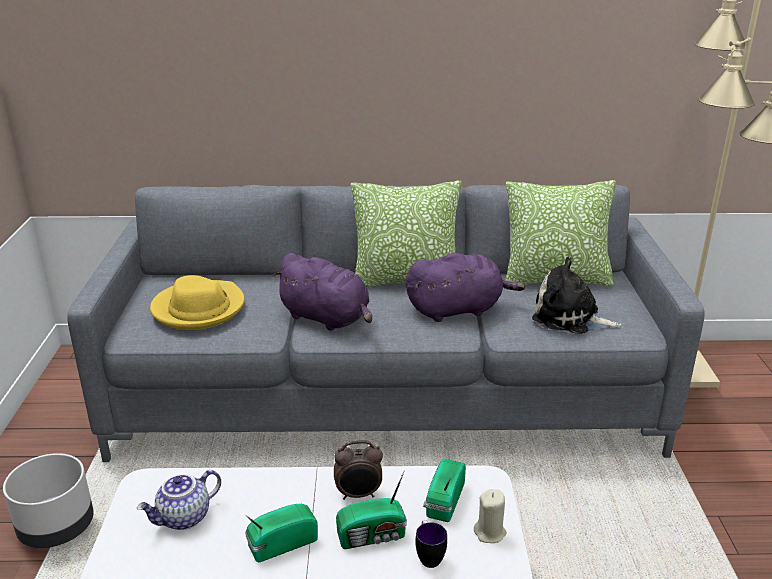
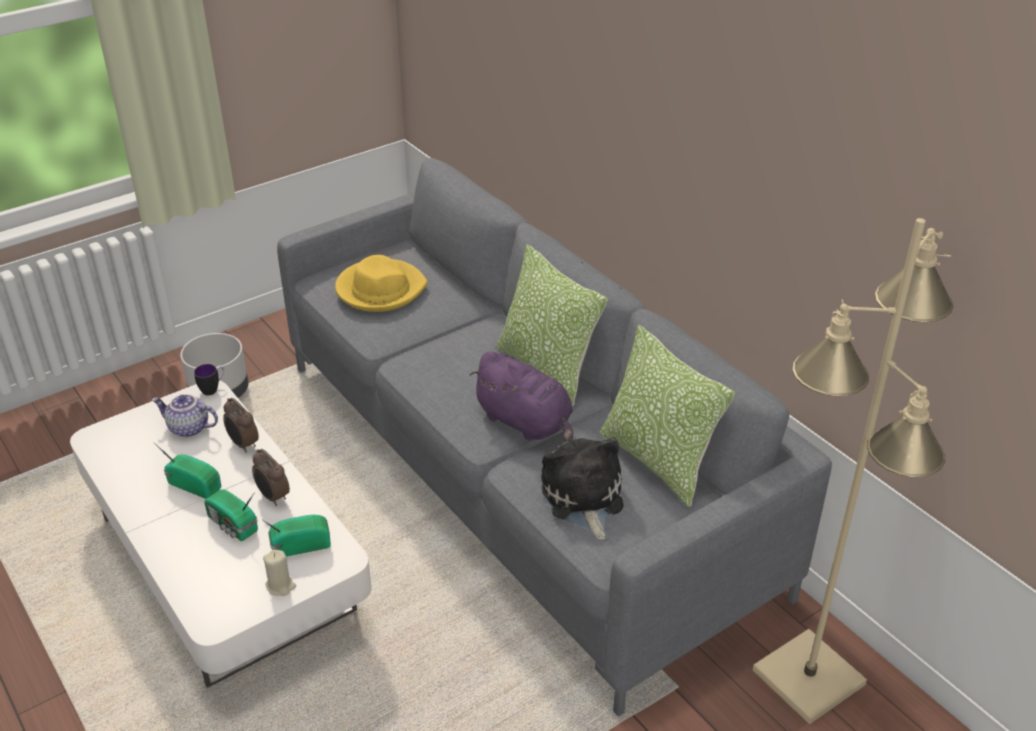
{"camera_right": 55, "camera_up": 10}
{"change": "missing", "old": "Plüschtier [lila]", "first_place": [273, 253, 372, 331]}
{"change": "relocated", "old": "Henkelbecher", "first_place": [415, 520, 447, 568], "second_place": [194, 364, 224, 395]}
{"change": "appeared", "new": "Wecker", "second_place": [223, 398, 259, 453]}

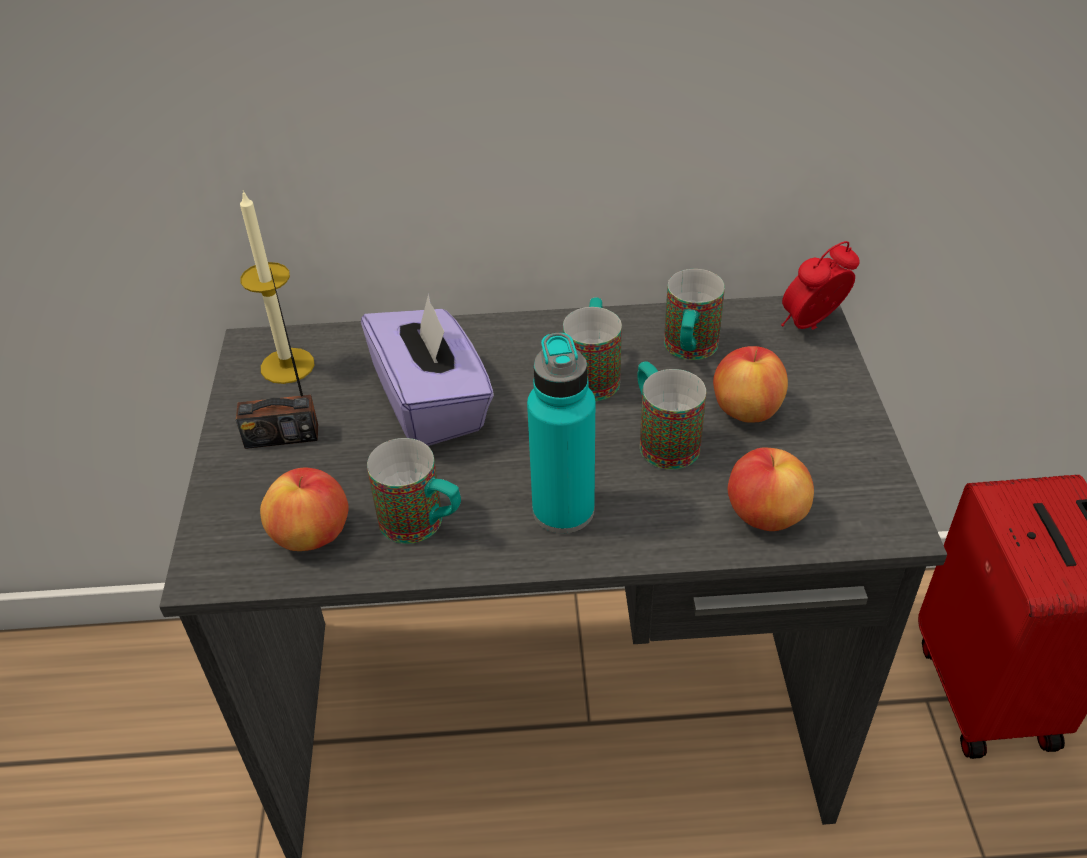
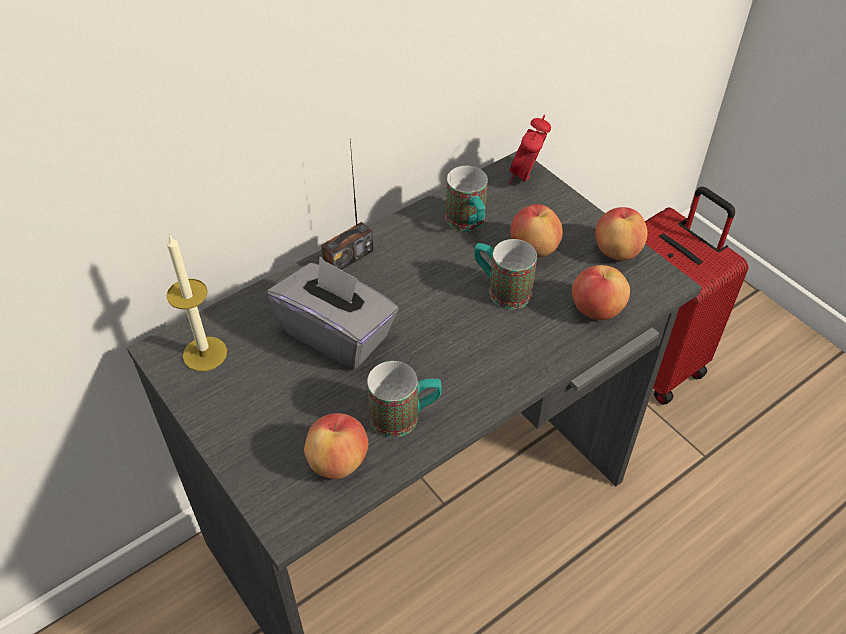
{"camera_right": -35, "camera_up": 5}
{"change": "relocated", "old": "Radio", "first_place": [236, 268, 318, 449], "second_place": [321, 140, 374, 270]}
{"change": "colour", "old": "Taschentuchbox [lila]", "new": "Taschentuchbox [grau]", "first_place": [361, 294, 494, 446], "second_place": [267, 257, 399, 369]}
{"change": "missing", "old": "Henkelbecher", "first_place": [563, 298, 622, 401]}
{"change": "missing", "old": "Flasche [türkis]", "first_place": [527, 333, 595, 534]}
{"change": "appeared", "new": "Apfel", "second_place": [595, 207, 648, 260]}

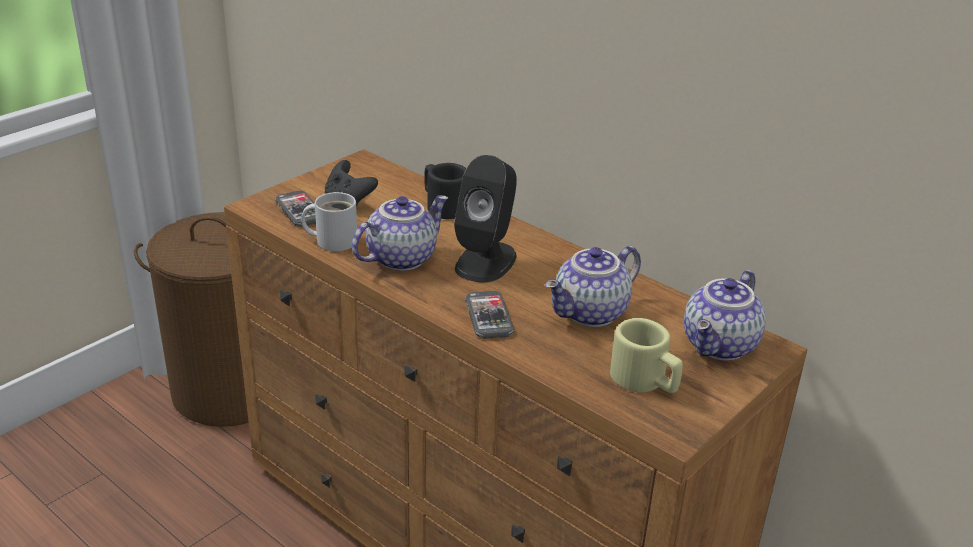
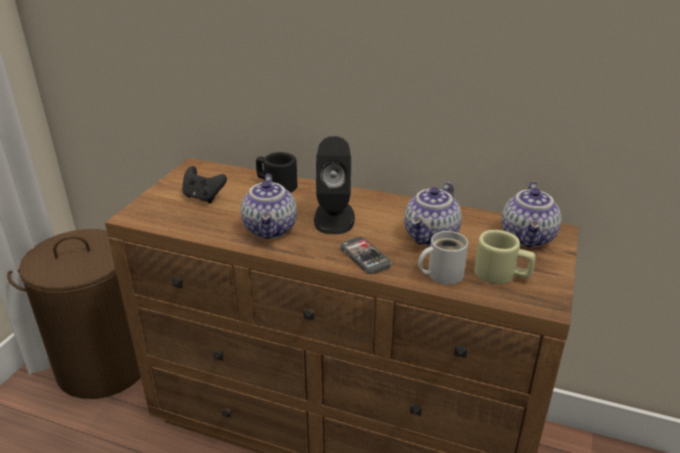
{"camera_right": -20, "camera_up": 0}
{"change": "missing", "old": "Handy", "first_place": [275, 191, 316, 227]}
{"change": "relocated", "old": "Henkelbecher [weiß]", "first_place": [301, 192, 357, 251], "second_place": [418, 231, 468, 285]}
{"change": "spun", "old": "Teekanne", "first_place": [352, 195, 448, 271], "second_place": [241, 174, 297, 239], "degrees": 150}

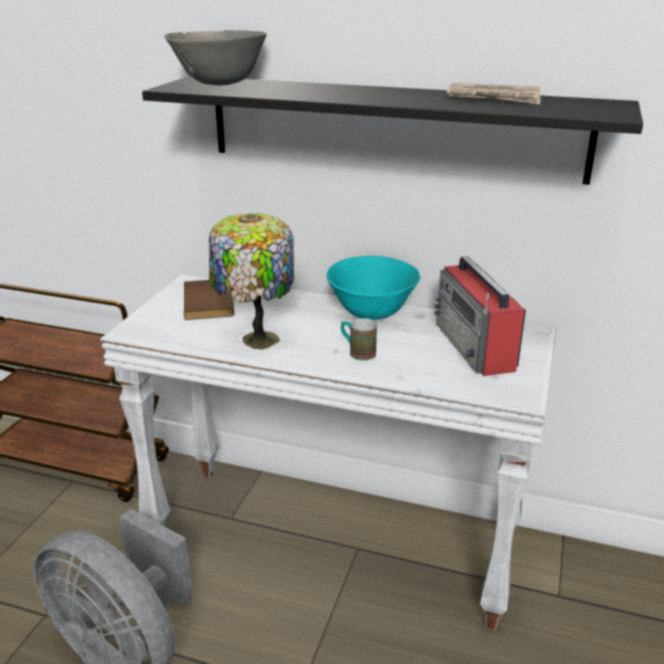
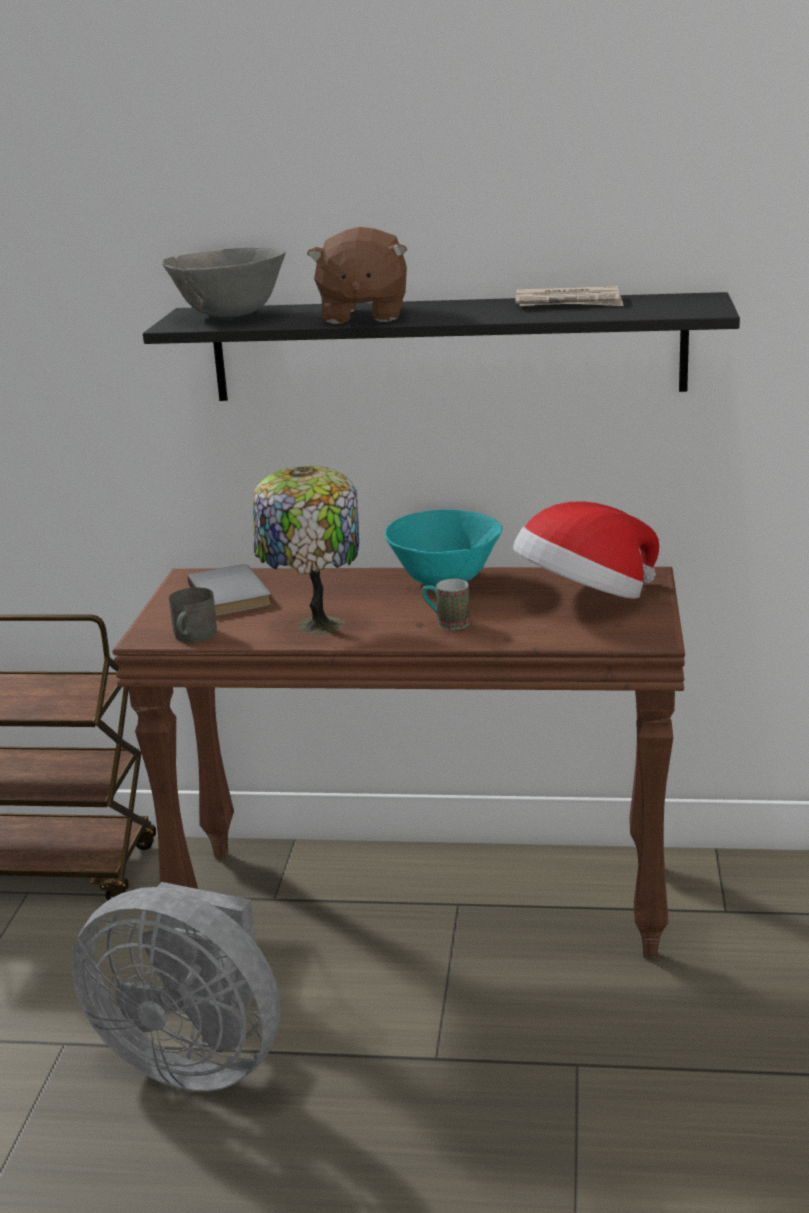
{"camera_right": -10, "camera_up": -5}
{"change": "exchanged", "old": "Radio", "new": "Hut", "first_place": [435, 256, 526, 376], "second_place": [513, 501, 659, 599]}
{"change": "colour", "old": "Konsolentisch [weiß]", "new": "Konsolentisch [braun]", "first_place": [100, 274, 557, 631], "second_place": [113, 567, 685, 959]}
{"change": "colour", "old": "Buch [braun]", "new": "Buch [grau]", "first_place": [184, 280, 235, 320], "second_place": [187, 564, 272, 616]}
{"change": "appeared", "new": "Plüschtier [braun]", "second_place": [307, 227, 407, 324]}
{"change": "appeared", "new": "Henkelbecher [grau]", "second_place": [169, 587, 217, 643]}

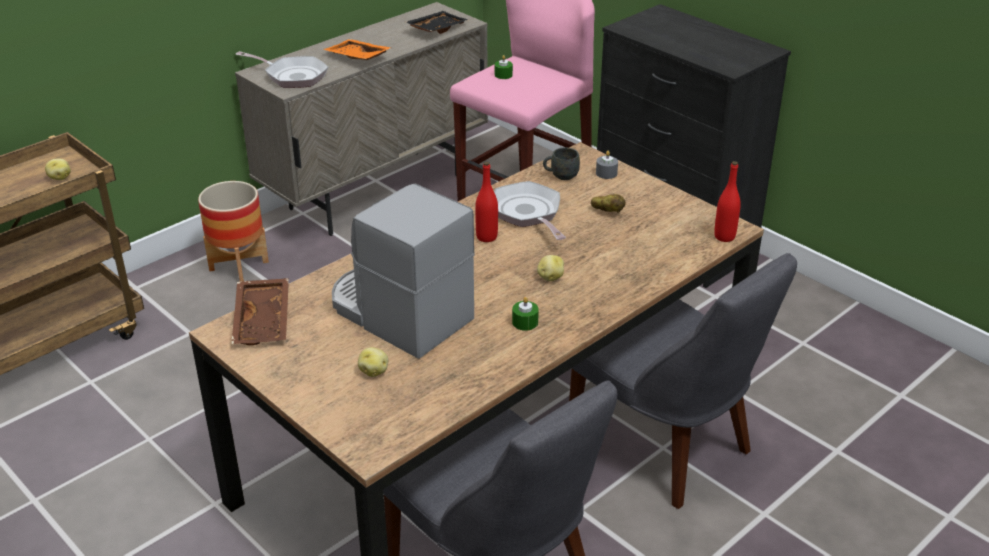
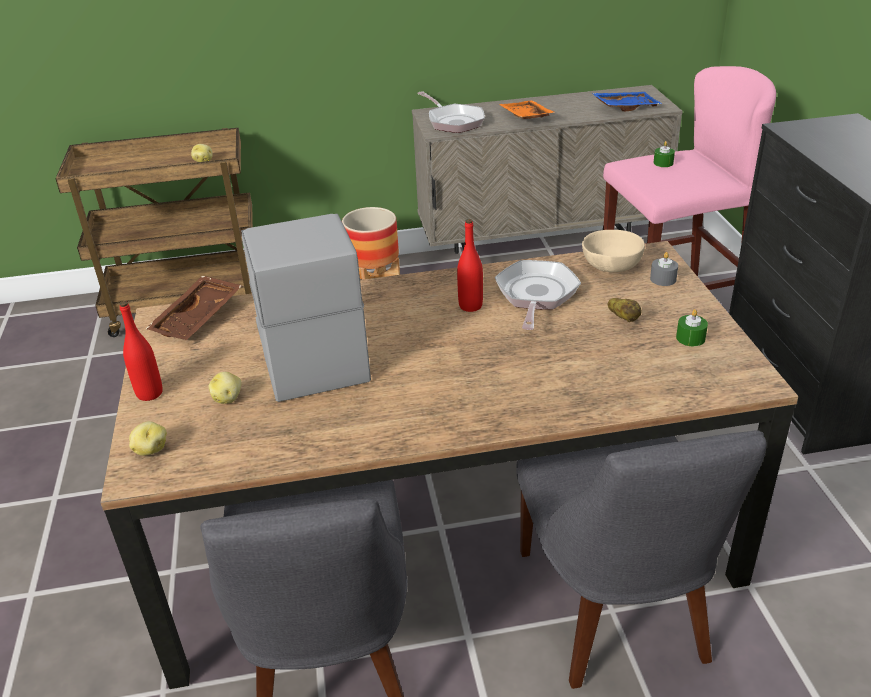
{"camera_right": 35, "camera_up": 0}
{"change": "colour", "old": "Tablett [schwarz]", "new": "Tablett [blau]", "first_place": [406, 11, 468, 34], "second_place": [592, 92, 662, 111]}
{"change": "exchanged", "old": "Henkelbecher [grau]", "new": "Schüssel [beige]", "first_place": [543, 147, 580, 180], "second_place": [582, 230, 645, 272]}
{"change": "relocated", "old": "Flasche [rot]", "first_place": [714, 161, 741, 242], "second_place": [120, 301, 163, 401]}
{"change": "relocated", "old": "Kartoffel", "first_place": [537, 255, 564, 281], "second_place": [129, 421, 167, 456]}
{"change": "relocated", "old": "Kerze [grün]", "first_place": [512, 297, 539, 331], "second_place": [676, 309, 708, 346]}

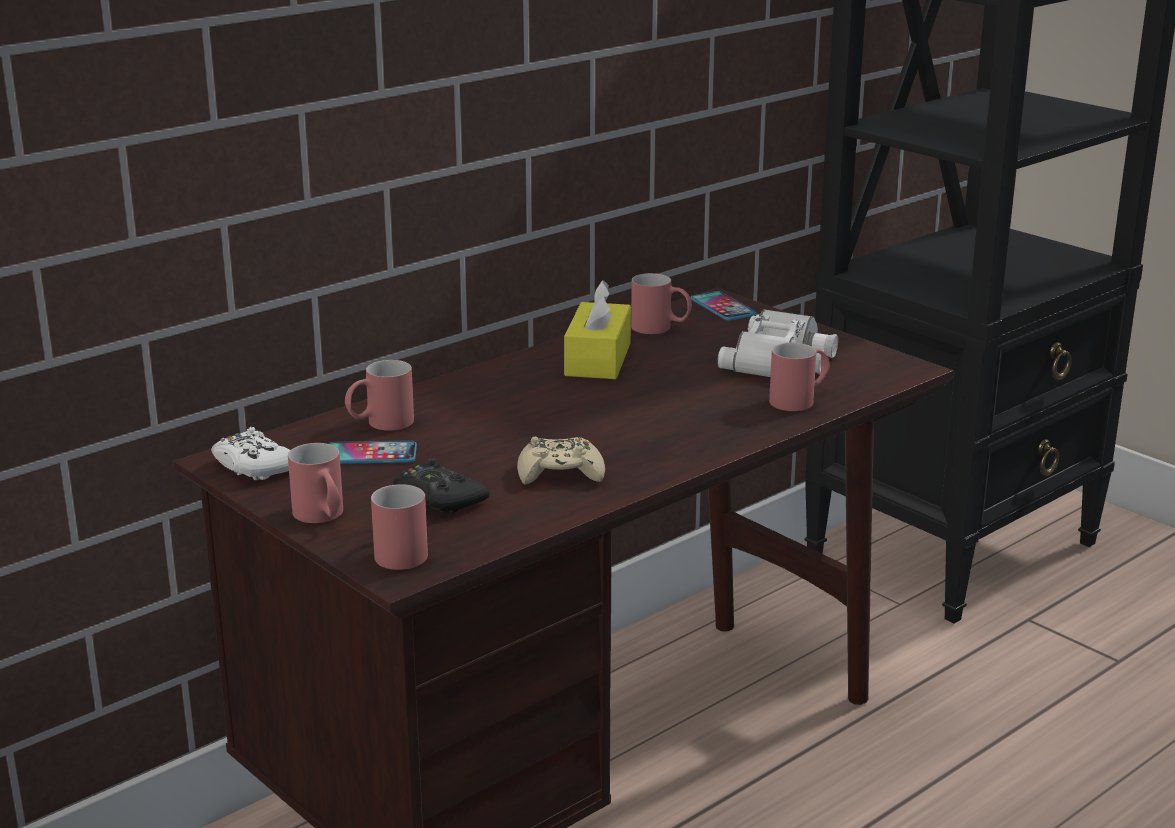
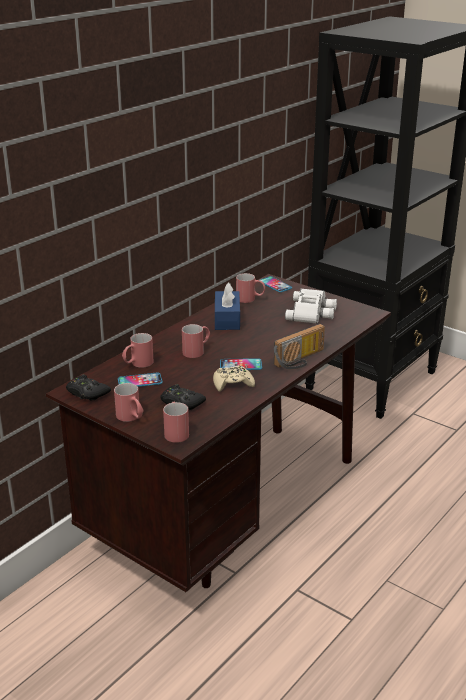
{"camera_right": -10, "camera_up": 5}
{"change": "colour", "old": "Taschentuchbox [gelb]", "new": "Taschentuchbox [blau]", "first_place": [564, 280, 631, 379], "second_place": [215, 283, 240, 330]}
{"change": "relocated", "old": "Henkelbecher [rot]", "first_place": [769, 343, 830, 411], "second_place": [182, 324, 210, 358]}
{"change": "colour", "old": "Gamepad [weiß]", "new": "Gamepad [schwarz]", "first_place": [211, 427, 290, 480], "second_place": [66, 374, 111, 401]}
{"change": "appeared", "new": "Radio", "second_place": [274, 324, 325, 369]}
{"change": "appeared", "new": "Handy", "second_place": [220, 358, 262, 370]}

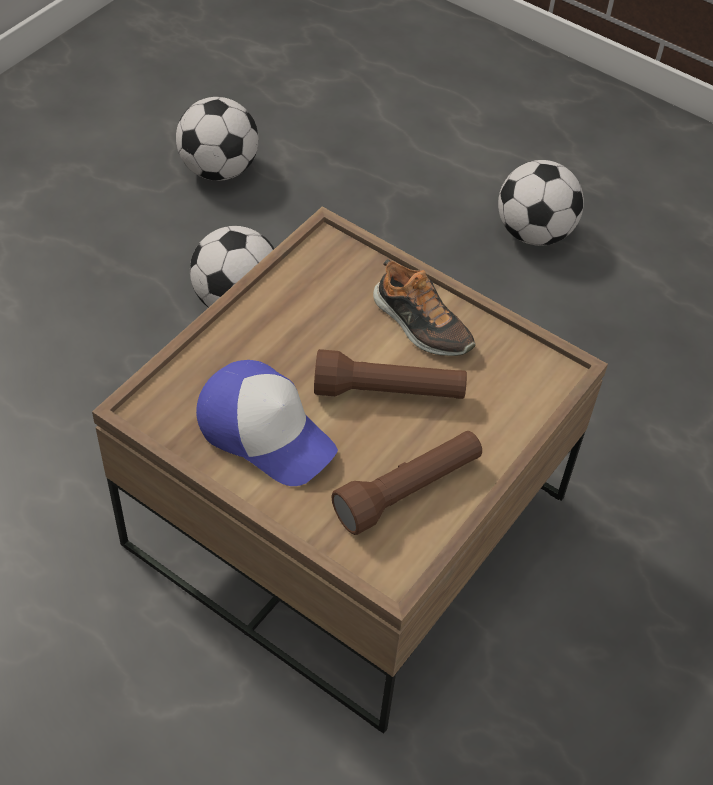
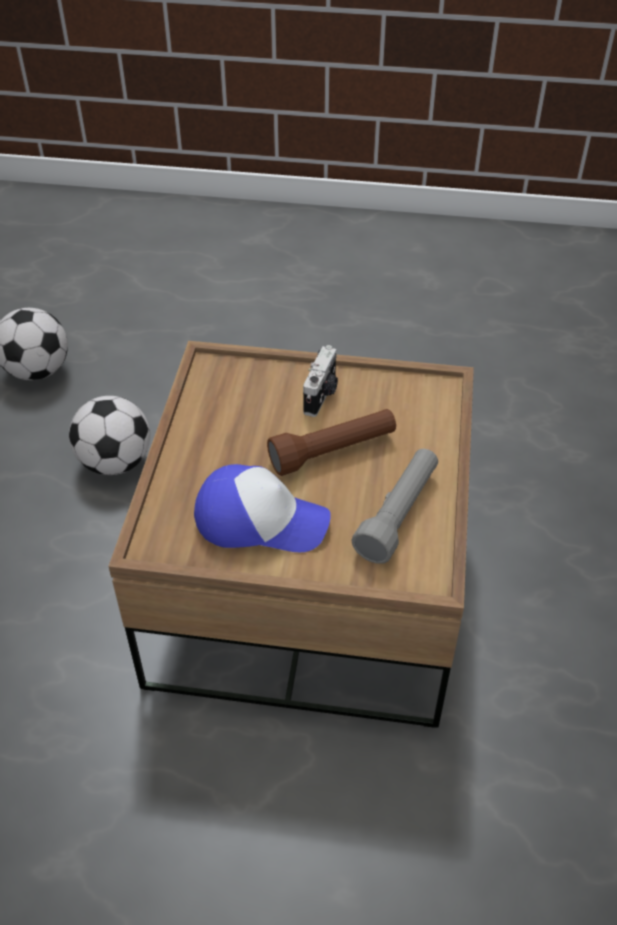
{"camera_right": -25, "camera_up": -5}
{"change": "missing", "old": "Fußball", "first_place": [498, 160, 584, 246]}
{"change": "exchanged", "old": "Schuh", "new": "Kamera", "first_place": [373, 259, 476, 356], "second_place": [303, 345, 338, 417]}
{"change": "colour", "old": "Taschenlampe [braun]", "new": "Taschenlampe [grau]", "first_place": [331, 431, 482, 535], "second_place": [351, 449, 438, 564]}

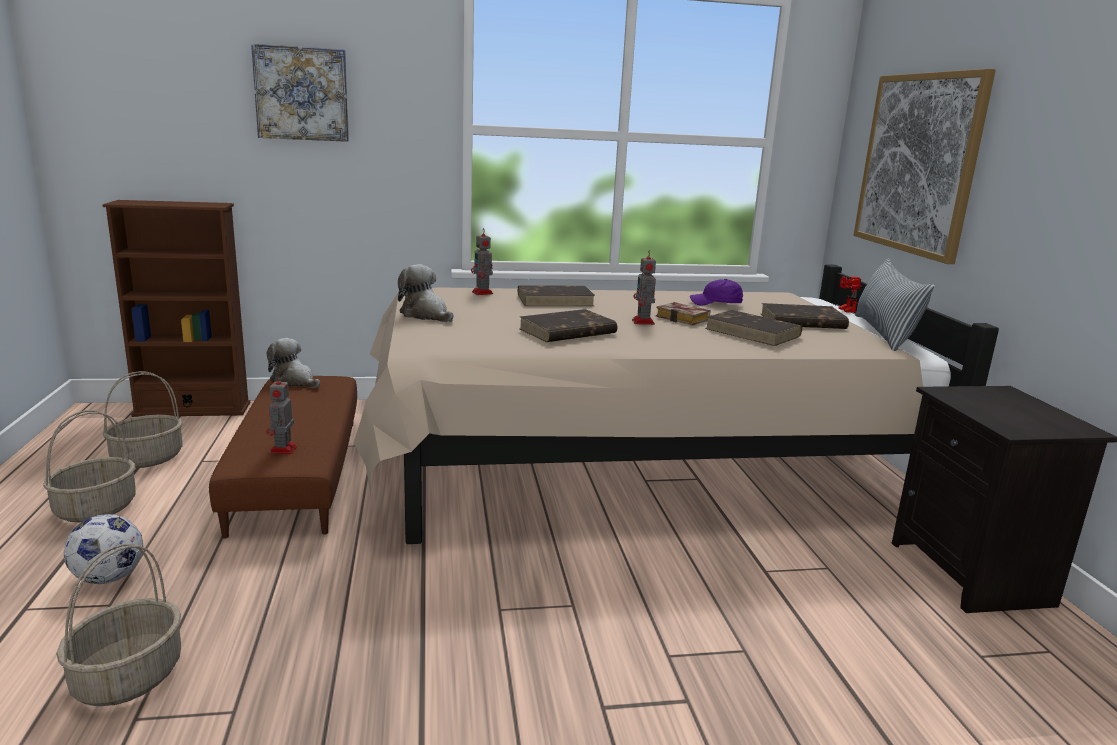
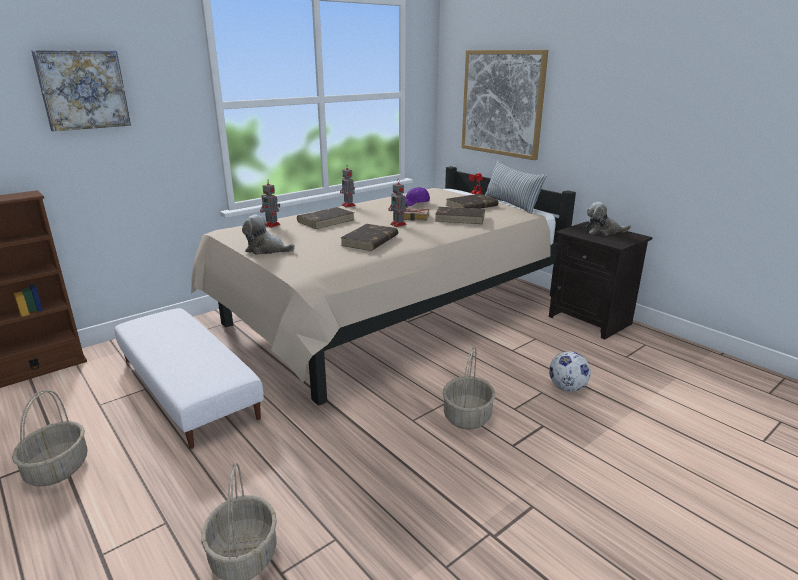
{"camera_right": -30, "camera_up": 5}
{"change": "relocated", "old": "Plüschtier", "first_place": [267, 338, 320, 388], "second_place": [586, 202, 631, 236]}
{"change": "relocated", "old": "Korb", "first_place": [103, 371, 183, 468], "second_place": [443, 347, 495, 430]}
{"change": "relocated", "old": "Spielzeugroboter", "first_place": [266, 374, 297, 454], "second_place": [340, 165, 356, 207]}
{"change": "colour", "old": "Polsterhocker [braun]", "new": "Polsterhocker [weiß]", "first_place": [209, 376, 357, 539], "second_place": [114, 308, 264, 449]}
{"change": "relocated", "old": "Fußball", "first_place": [64, 514, 143, 584], "second_place": [549, 351, 591, 392]}

